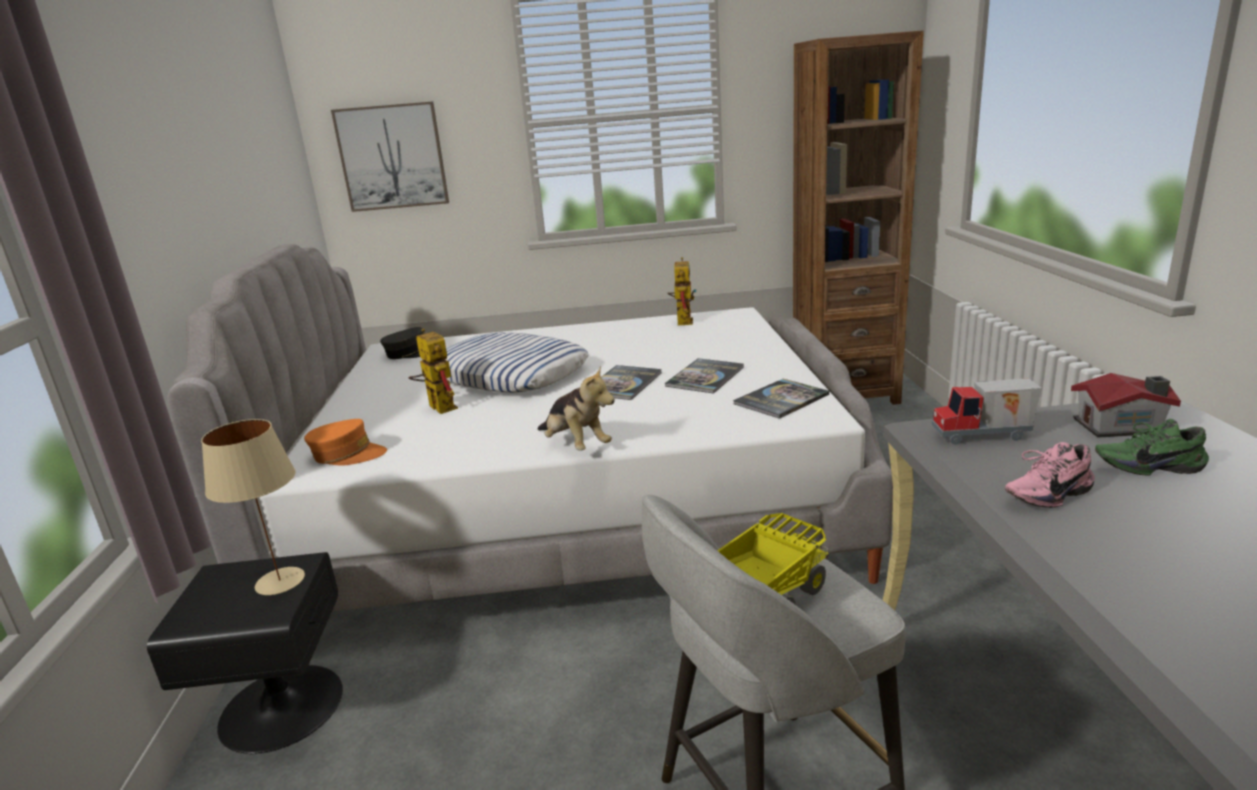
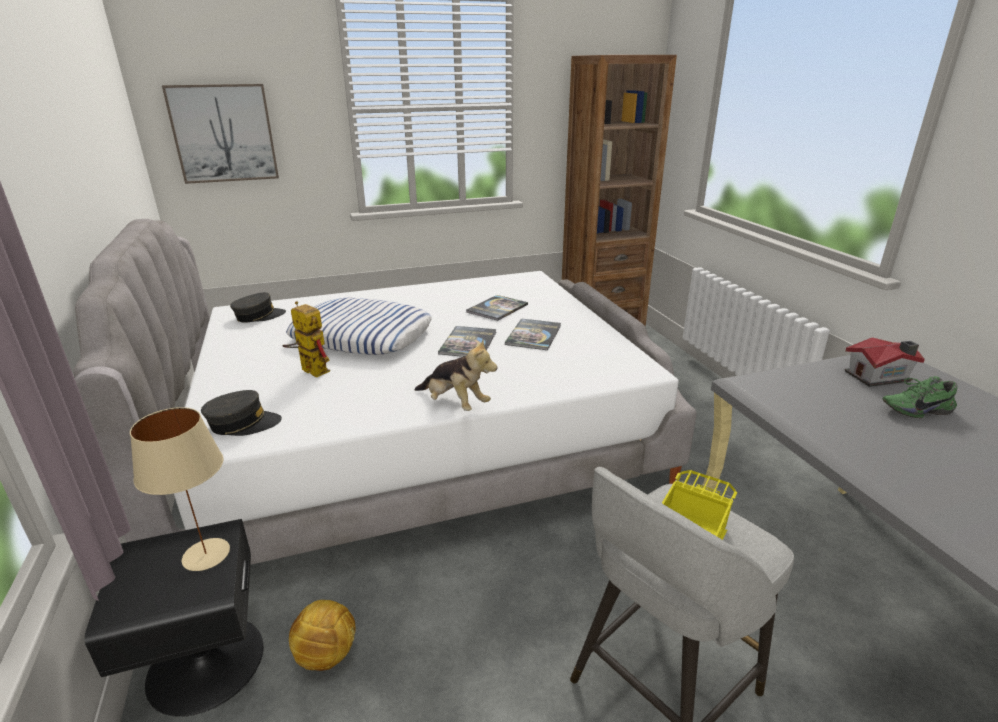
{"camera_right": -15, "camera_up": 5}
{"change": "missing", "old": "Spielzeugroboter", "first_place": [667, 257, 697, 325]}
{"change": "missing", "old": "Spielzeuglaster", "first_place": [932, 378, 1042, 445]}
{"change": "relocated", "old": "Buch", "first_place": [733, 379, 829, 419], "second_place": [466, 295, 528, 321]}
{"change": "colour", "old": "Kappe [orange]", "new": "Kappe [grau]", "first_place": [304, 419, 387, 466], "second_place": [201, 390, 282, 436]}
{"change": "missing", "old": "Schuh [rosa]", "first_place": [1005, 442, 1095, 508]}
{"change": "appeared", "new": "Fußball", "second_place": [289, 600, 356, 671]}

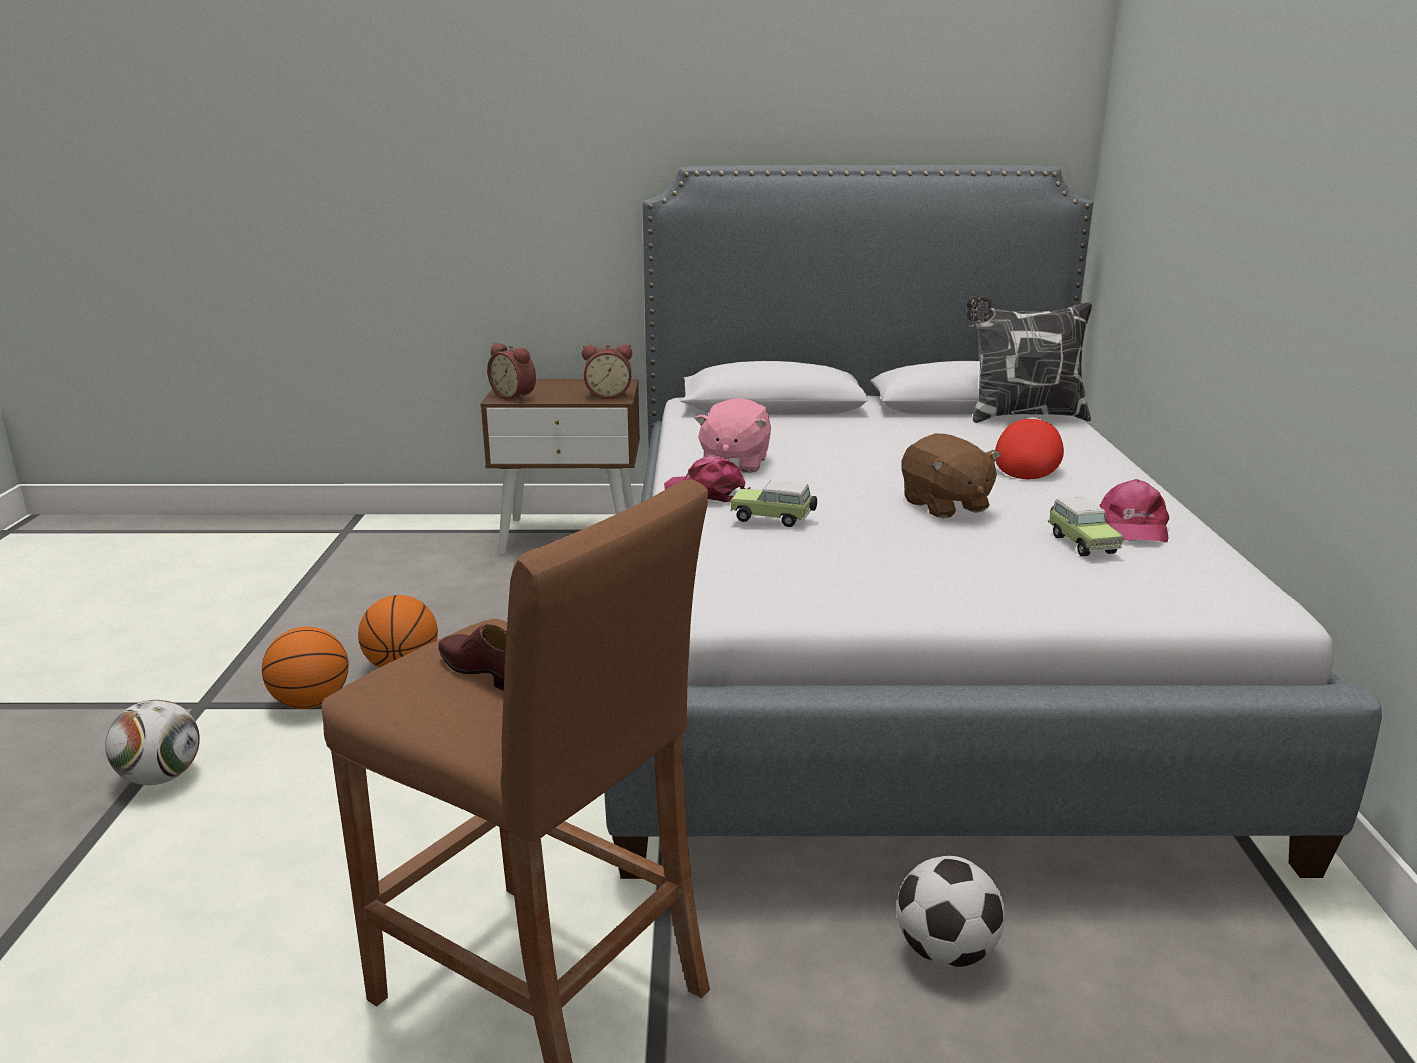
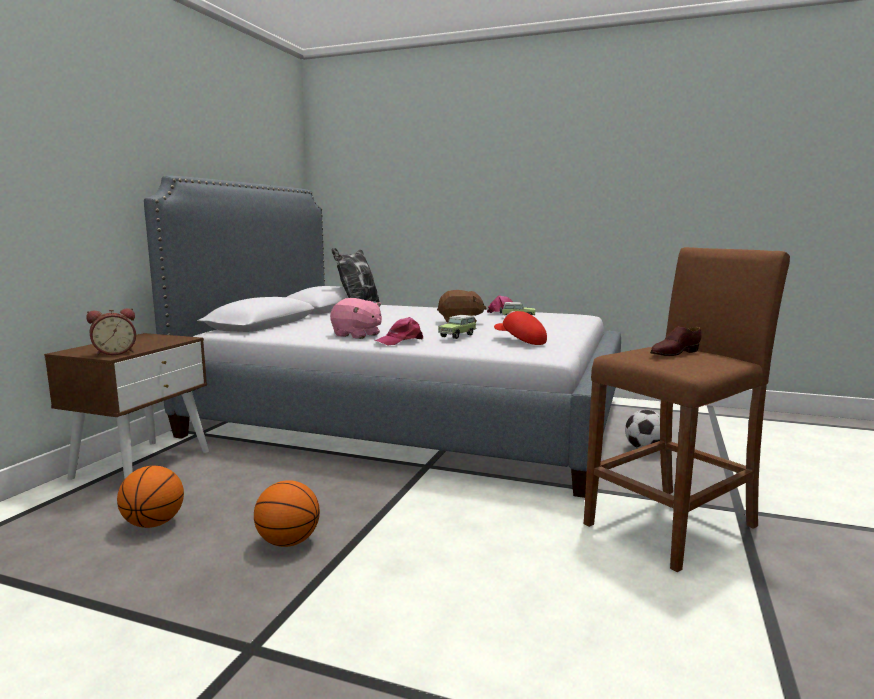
{"camera_right": -70, "camera_up": -10}
{"change": "missing", "old": "Wecker", "first_place": [582, 344, 632, 399]}
{"change": "relocated", "old": "Kappe [rot]", "first_place": [995, 417, 1064, 479], "second_place": [494, 311, 547, 345]}
{"change": "relocated", "old": "Basketball", "first_place": [262, 627, 349, 709], "second_place": [117, 466, 184, 528]}
{"change": "missing", "old": "Fußball", "first_place": [105, 700, 200, 785]}

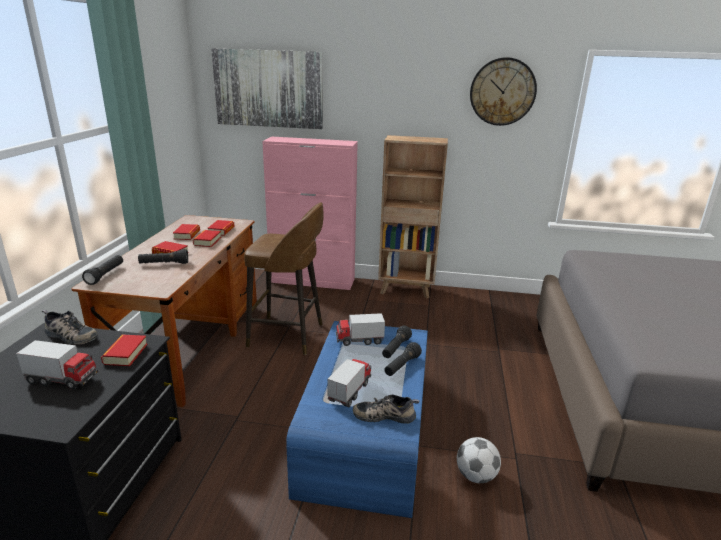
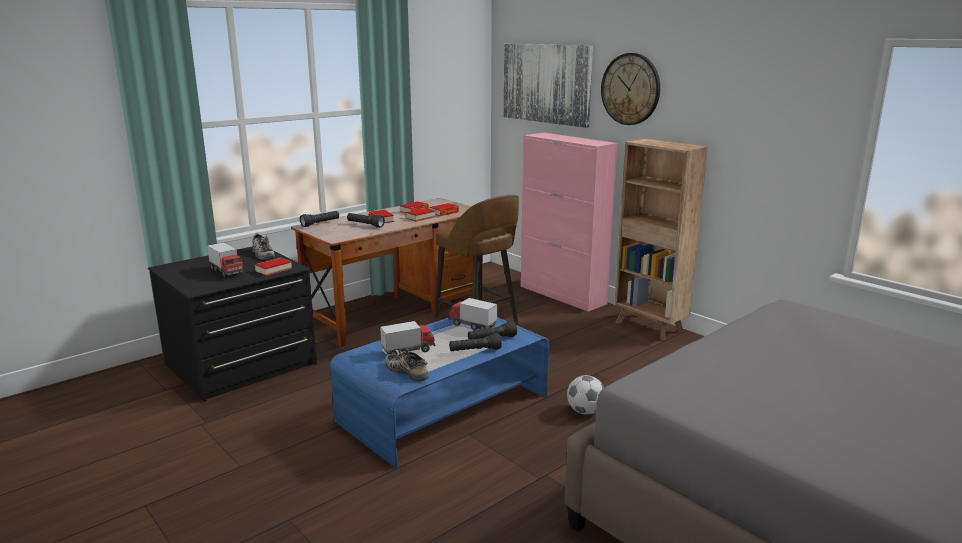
{"camera_right": 40, "camera_up": -5}
{"change": "relocated", "old": "Wanduhr", "first_place": [470, 57, 537, 126], "second_place": [601, 53, 660, 125]}
{"change": "relocated", "old": "Fußball", "first_place": [457, 437, 501, 483], "second_place": [567, 375, 604, 415]}

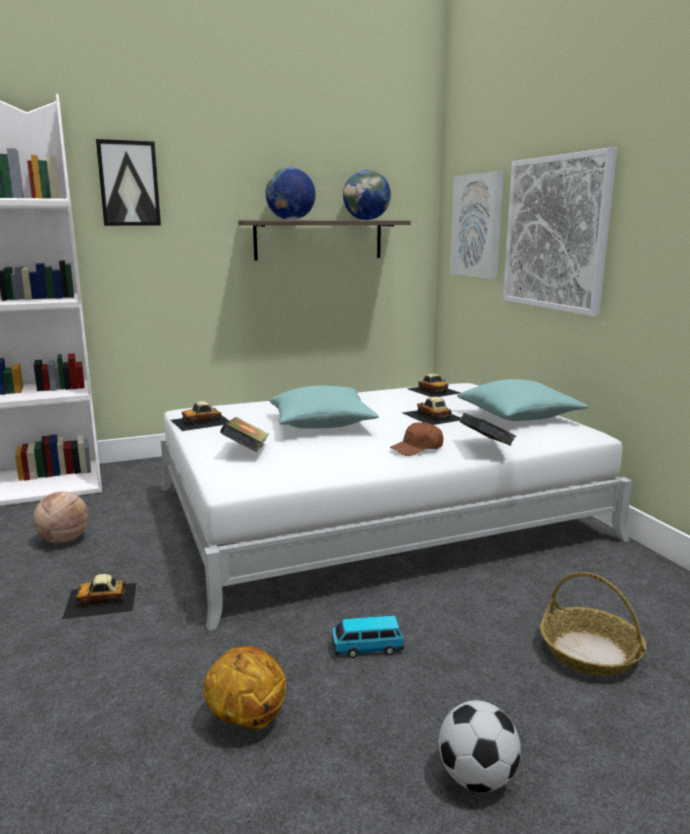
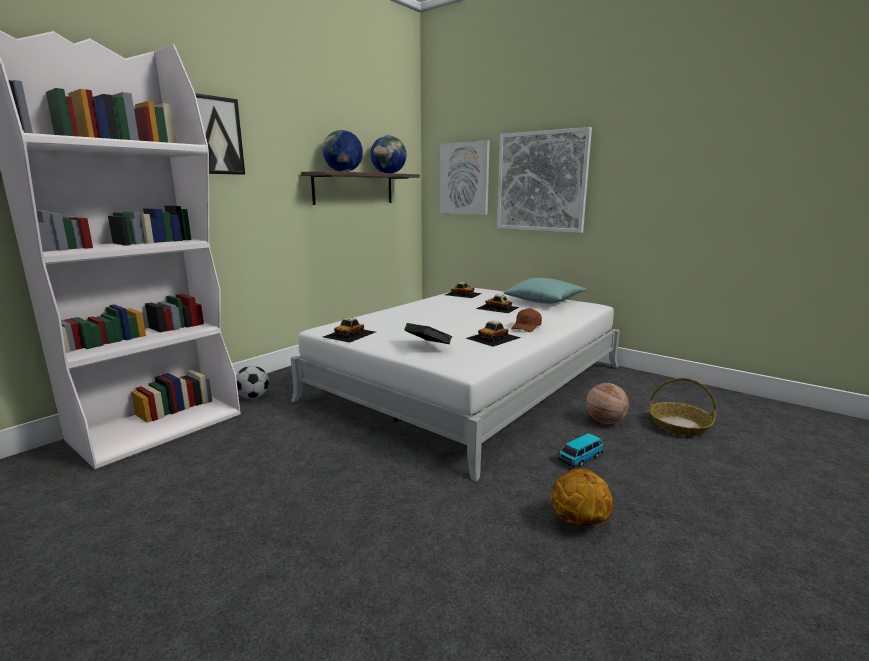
{"camera_right": -30, "camera_up": 0}
{"change": "missing", "old": "Kissen [türkis]", "first_place": [269, 385, 379, 429]}
{"change": "missing", "old": "Buch", "first_place": [460, 413, 517, 445]}
{"change": "relocated", "old": "Basketball", "first_place": [33, 492, 89, 543], "second_place": [586, 383, 629, 424]}
{"change": "relocated", "old": "Spielzeugauto", "first_place": [62, 574, 137, 619], "second_place": [466, 321, 521, 347]}
{"change": "relocated", "old": "Fußball", "first_place": [439, 700, 521, 792], "second_place": [236, 366, 269, 399]}

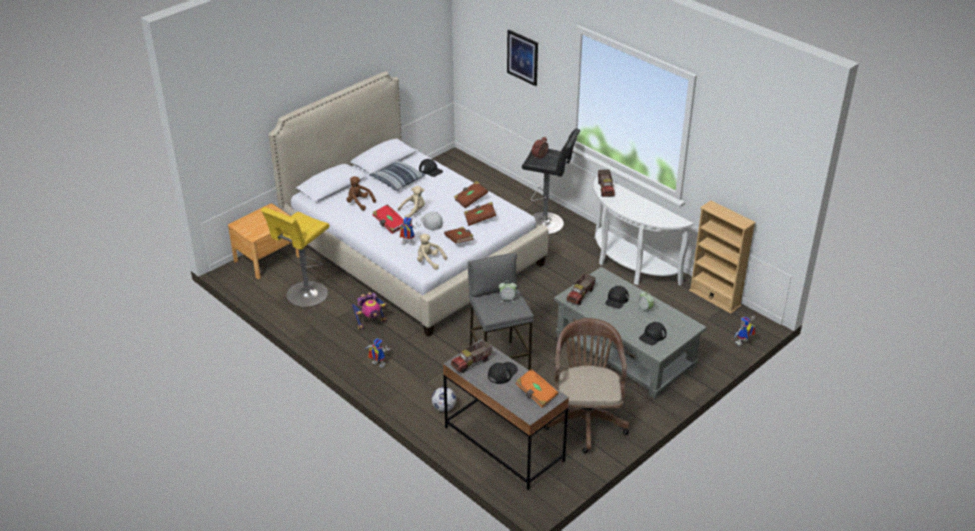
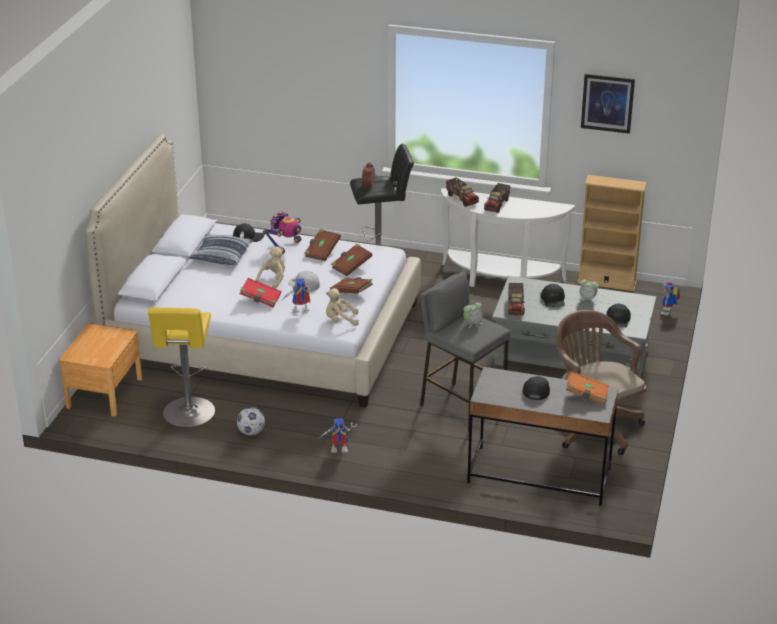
{"camera_right": -30, "camera_up": -5}
{"change": "relocated", "old": "Bild", "first_place": [507, 30, 538, 86], "second_place": [581, 73, 635, 134]}
{"change": "missing", "old": "Plüschtier [braun]", "first_place": [346, 176, 376, 210]}
{"change": "relocated", "old": "Spielzeugroboter", "first_place": [351, 292, 387, 330], "second_place": [263, 211, 301, 254]}
{"change": "relocated", "old": "Spielzeuglaster", "first_place": [451, 340, 492, 373], "second_place": [484, 183, 511, 213]}
{"change": "relocated", "old": "Fußball", "first_place": [432, 387, 456, 412], "second_place": [237, 407, 265, 436]}

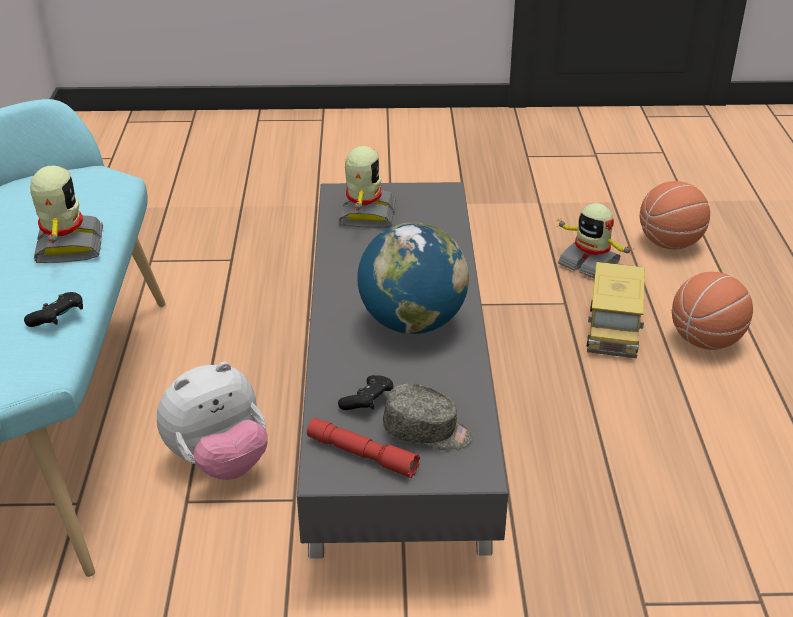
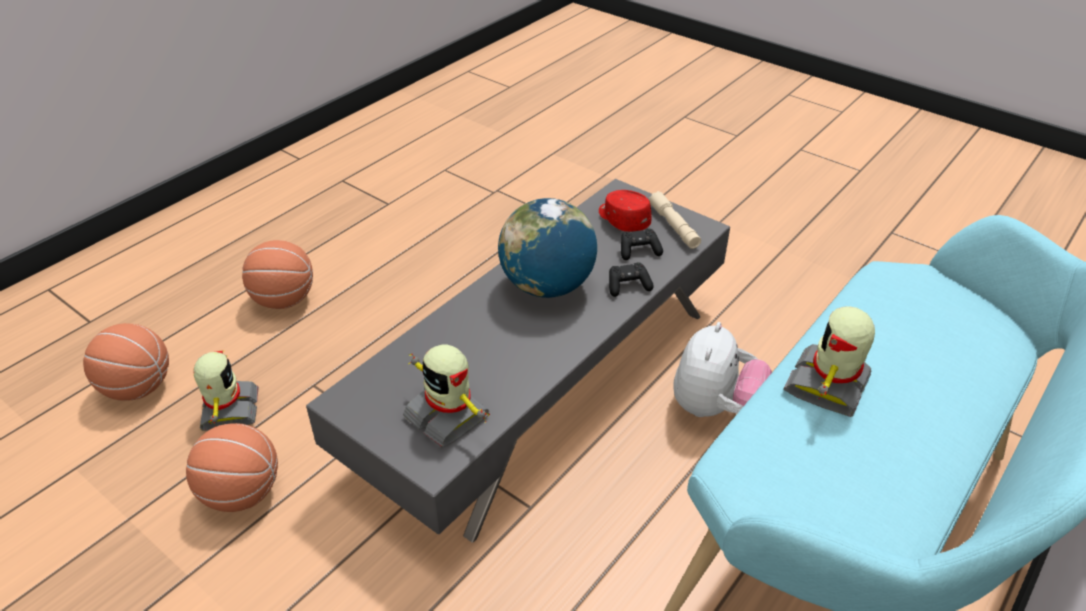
{"camera_right": -140, "camera_up": 5}
{"change": "spun", "old": "Spielzeugroboter", "first_place": [339, 146, 396, 228], "second_place": [403, 345, 490, 448], "degrees": -90}
{"change": "missing", "old": "Spielzeuglaster", "first_place": [587, 262, 645, 358]}
{"change": "relocated", "old": "Gamepad [schwarz]", "first_place": [24, 292, 83, 327], "second_place": [609, 262, 654, 297]}
{"change": "spun", "old": "Plüschtier", "first_place": [157, 362, 268, 480], "second_place": [673, 322, 772, 417], "degrees": 105}
{"change": "colour", "old": "Kappe [grau]", "new": "Kappe [rot]", "first_place": [383, 383, 472, 450], "second_place": [599, 190, 652, 232]}
{"change": "colour", "old": "Taschenlampe [rot]", "new": "Taschenlampe [beige]", "first_place": [307, 418, 420, 478], "second_place": [649, 191, 701, 249]}
{"change": "appeared", "new": "Basketball", "second_place": [186, 423, 278, 512]}

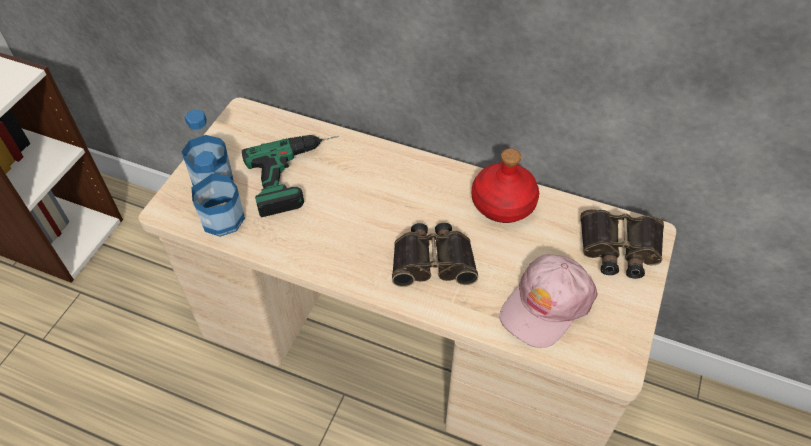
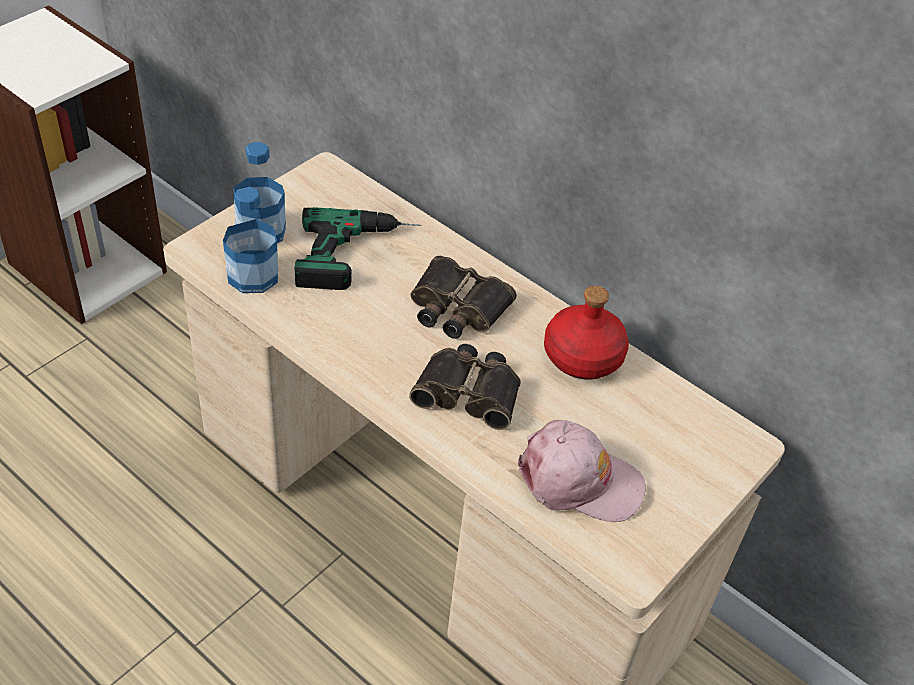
{"camera_right": 15, "camera_up": -5}
{"change": "relocated", "old": "Fernglas", "first_place": [580, 209, 664, 279], "second_place": [411, 255, 517, 339]}
{"change": "spun", "old": "Kappe [rosa]", "first_place": [499, 254, 598, 348], "second_place": [518, 420, 646, 522], "degrees": -135}

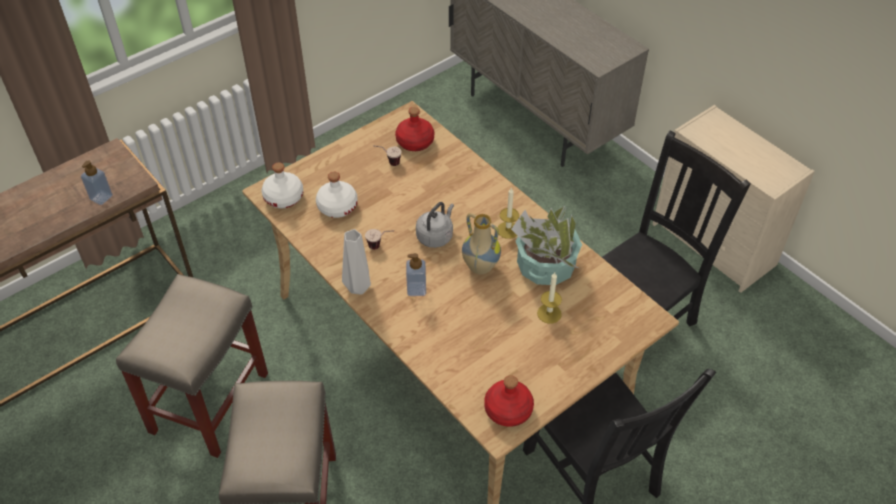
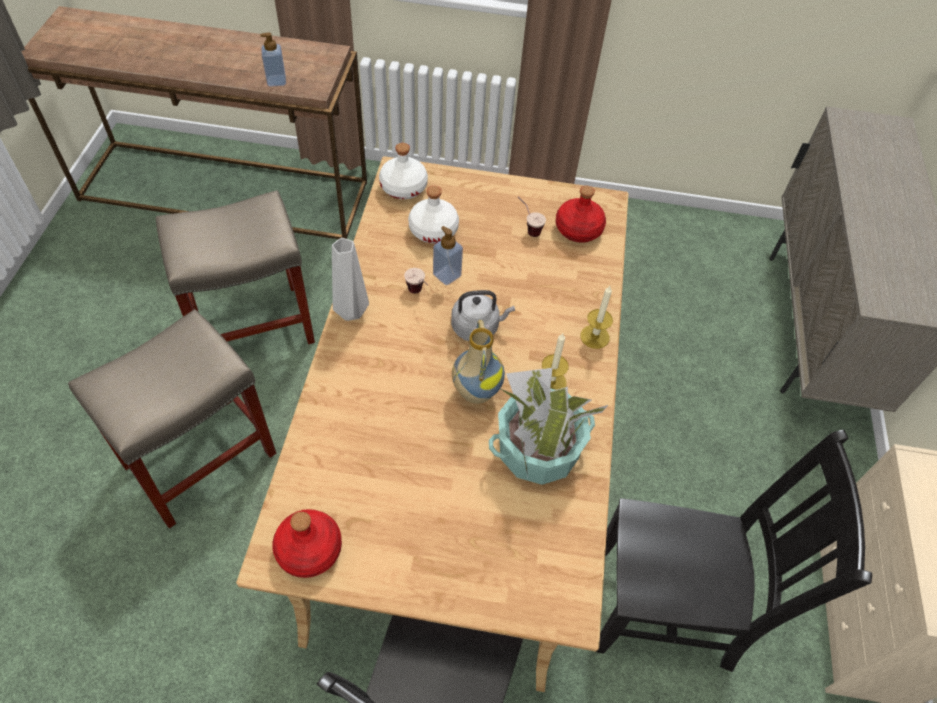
{"camera_right": 45, "camera_up": 5}
{"change": "relocated", "old": "Seifenspender", "first_place": [406, 253, 426, 296], "second_place": [433, 226, 463, 285]}
{"change": "relocated", "old": "Kerze", "first_place": [537, 272, 562, 324], "second_place": [580, 286, 613, 349]}

